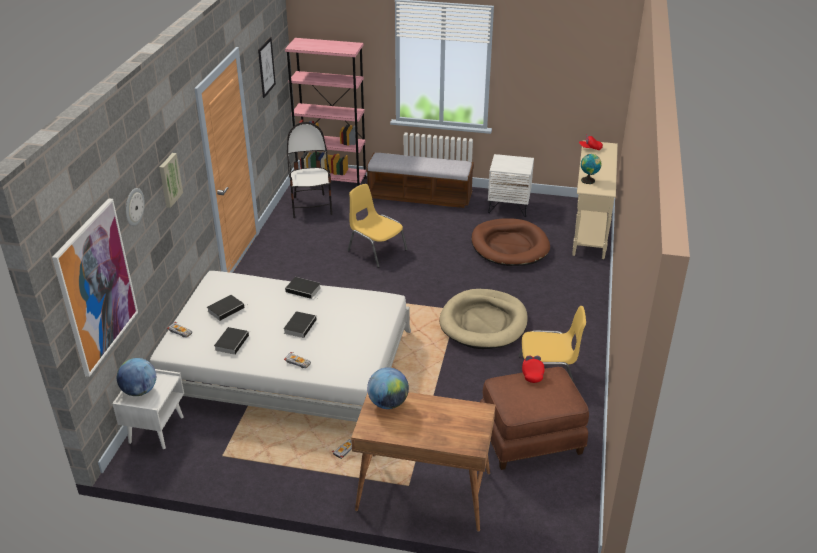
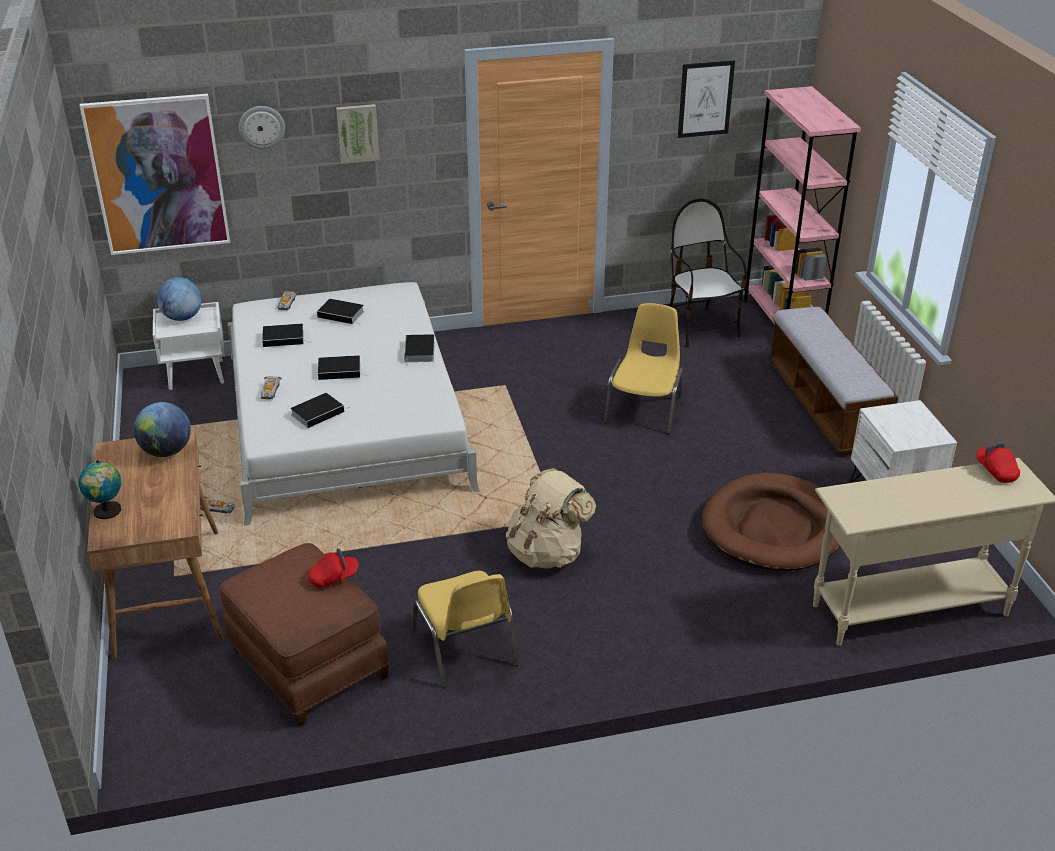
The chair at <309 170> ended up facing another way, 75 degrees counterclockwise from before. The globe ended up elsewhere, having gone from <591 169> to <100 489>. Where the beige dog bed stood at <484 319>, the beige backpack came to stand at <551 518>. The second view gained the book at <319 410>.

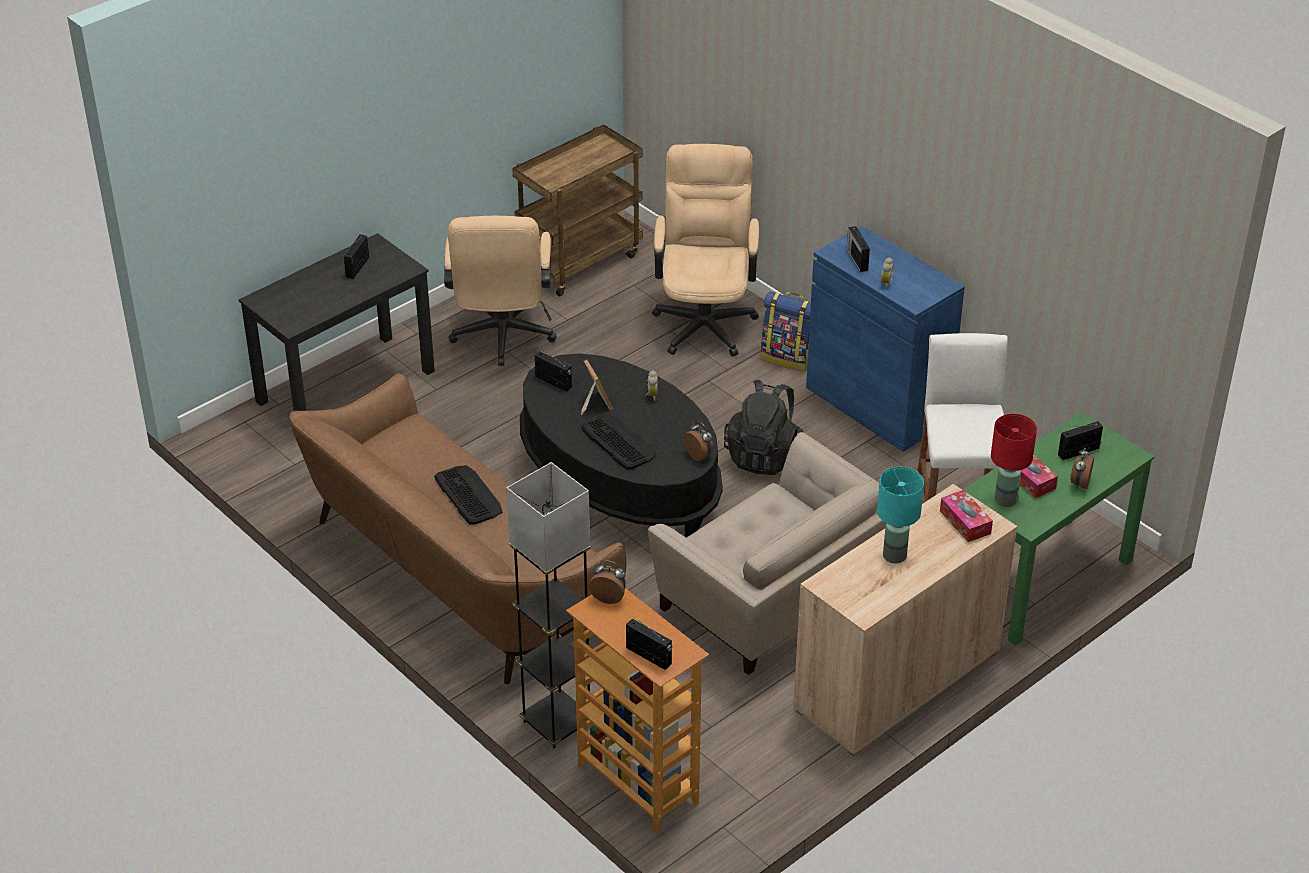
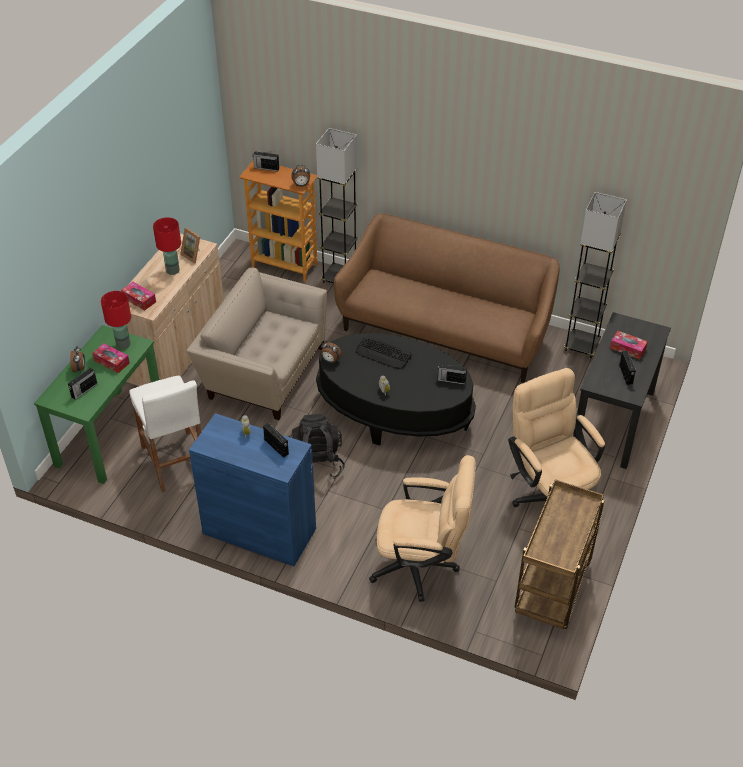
The beige office chair at <705 250> ended up facing another way, 60 degrees counterclockwise from before. The second view lost the backpack at <786 331>. The picture frame ended up elsewhere, having gone from <597 387> to <190 246>. The second view lost the keyboard at <468 495>. What was the turquoise table lamp at <900 515> turned into the red table lamp at <167 246>. The second view gained the grey floor lamp at <595 275>. The second view gained the tissue box at <629 345>.

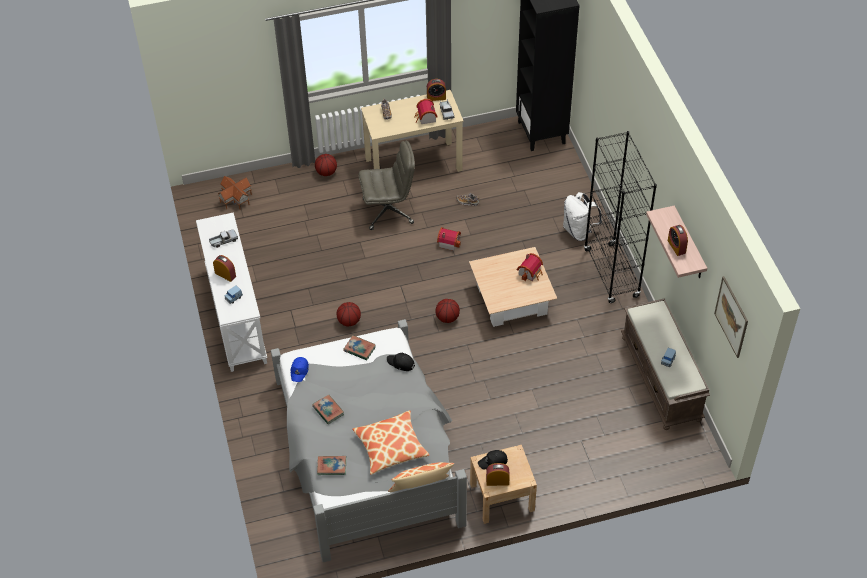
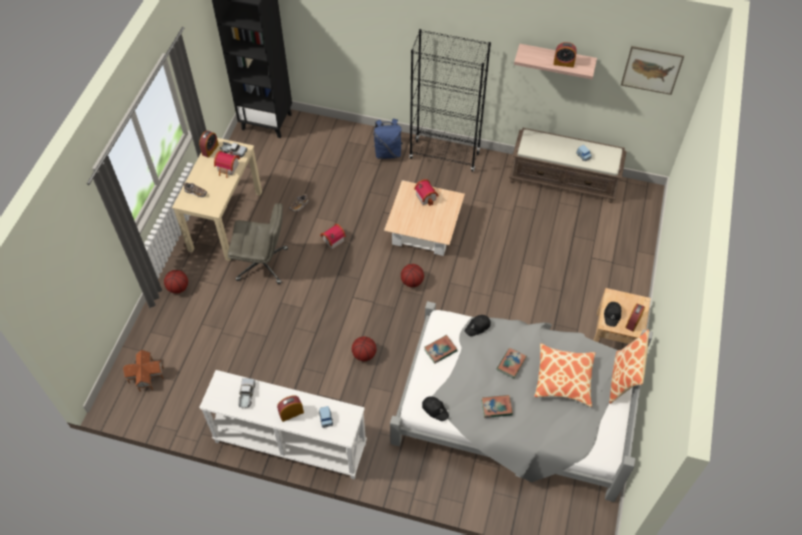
The grey office chair at <386 185> ended up facing another way, 75 degrees clockwise from before. What was the white backpack at <582 216> turned into the blue backpack at <387 138>. What was the blue cap at <299 369> turned into the black cap at <435 408>. The book ended up elsewhere, having gone from <331 465> to <512 363>.

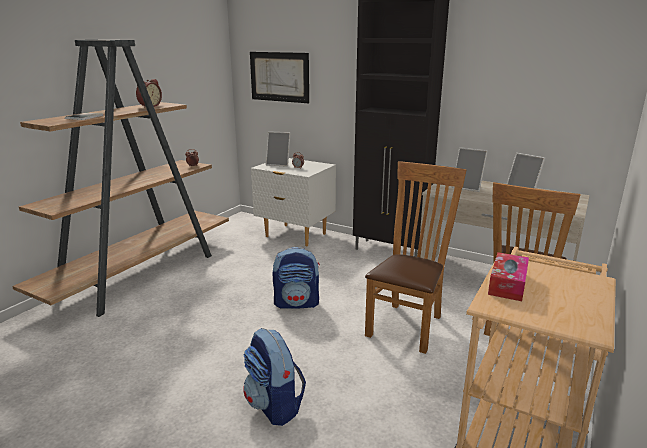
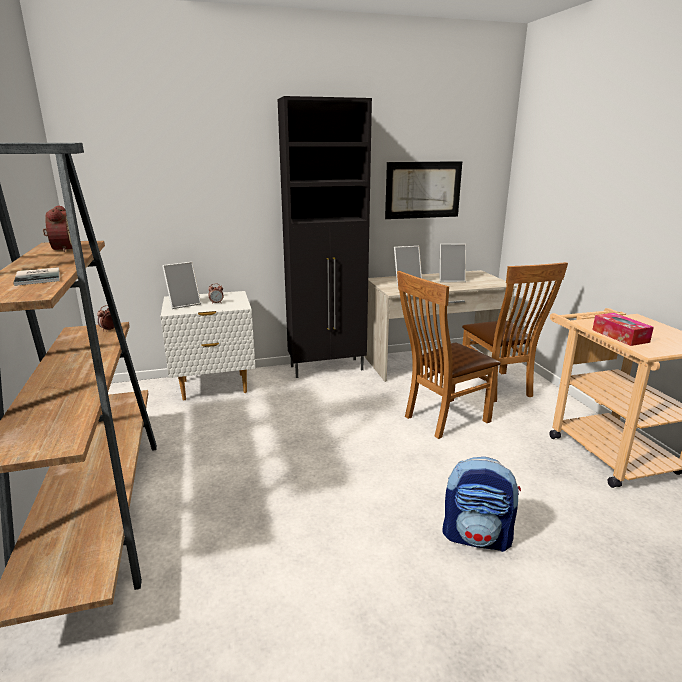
The picture ended up elsewhere, having gone from <279 77> to <423 190>. The brown chair at <416 257> ended up facing another way, 105 degrees counterclockwise from before. The second view lost the backpack at <296 278>.

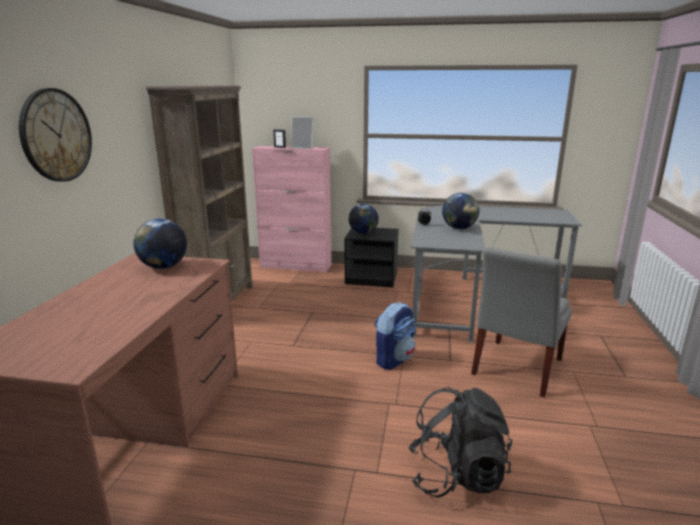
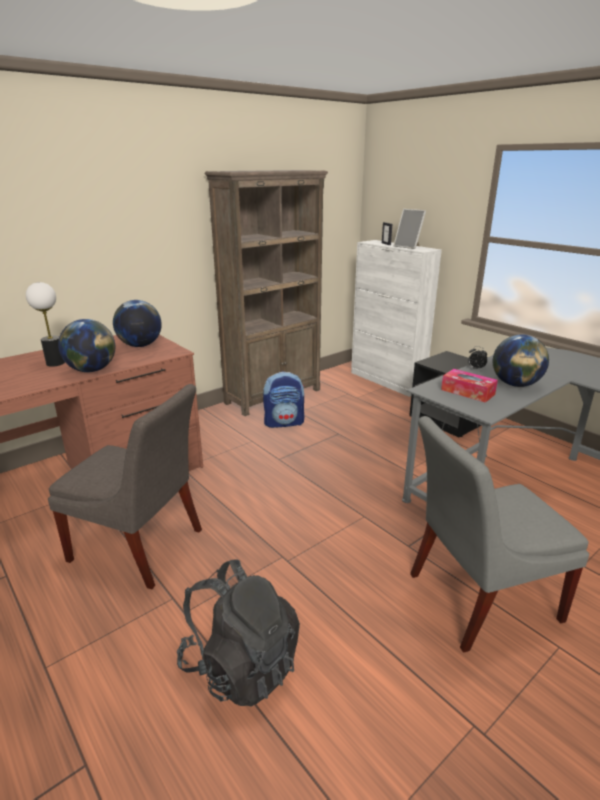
The second view lost the wall clock at <55 135>. What was the pink cabinet at <292 209> turned into the white cabinet at <396 318>. The globe ended up elsewhere, having gone from <364 219> to <86 345>. The backpack ended up elsewhere, having gone from <395 336> to <283 400>. The second view gained the table lamp at <45 324>. The second view gained the tissue box at <469 386>. The second view gained the grey chair at <125 486>.

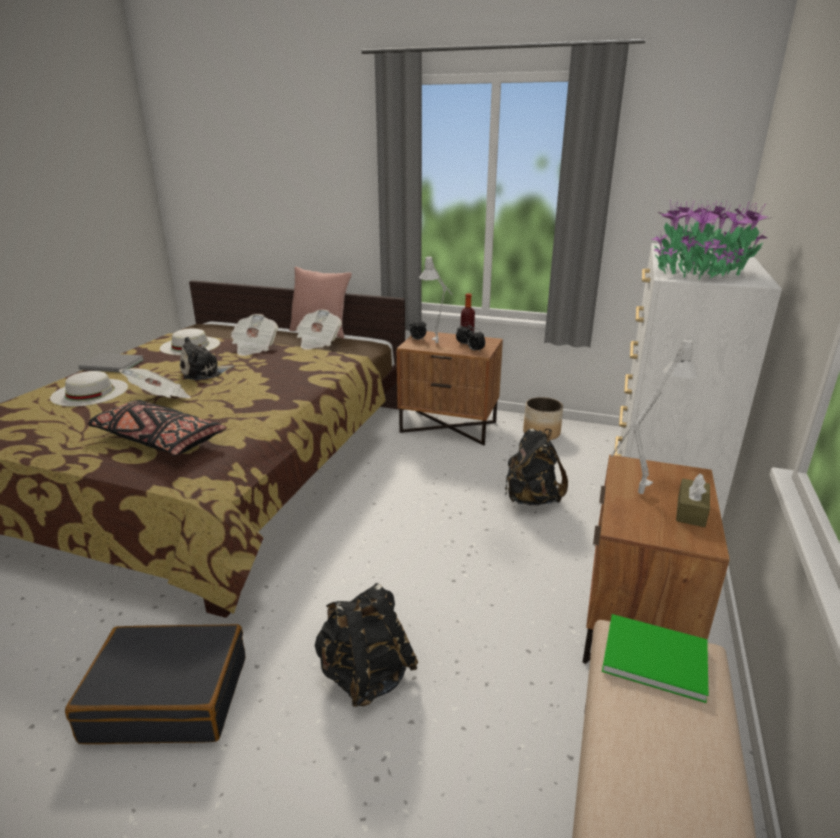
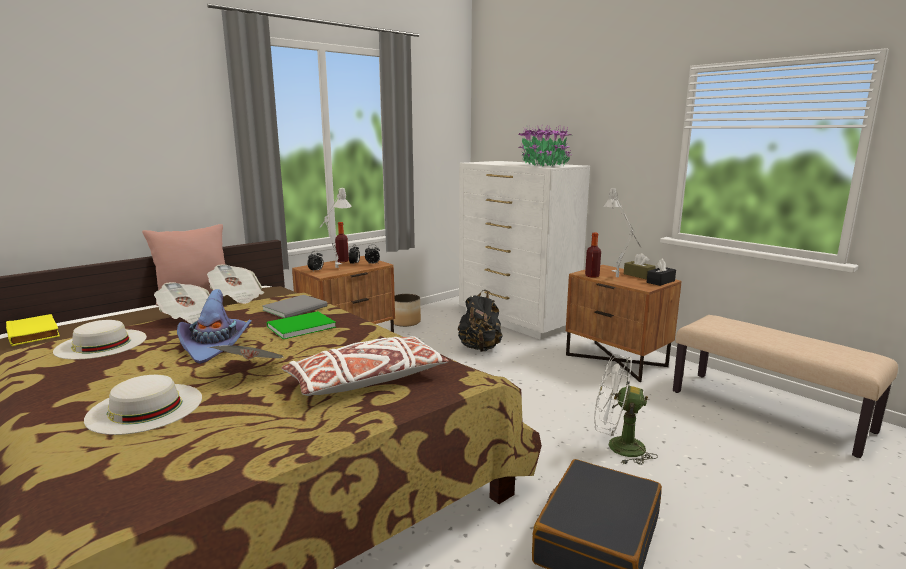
Where the plush toy stood at <207 358>, the purple hat came to stand at <214 326>. The grey book ended up elsewhere, having gone from <111 362> to <295 306>. What was the black pillow at <157 428> turned into the white pillow at <365 366>. Where the black backpack stood at <366 645>, the white fan came to stand at <626 409>. The green book ended up elsewhere, having gone from <655 658> to <301 325>. The second view gained the bottle at <593 255>. The second view gained the black tissue box at <661 272>. The second view gained the yellow book at <33 330>.

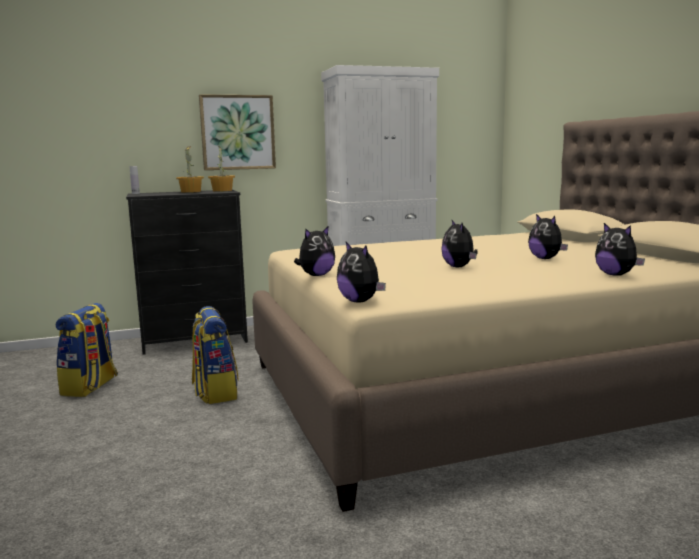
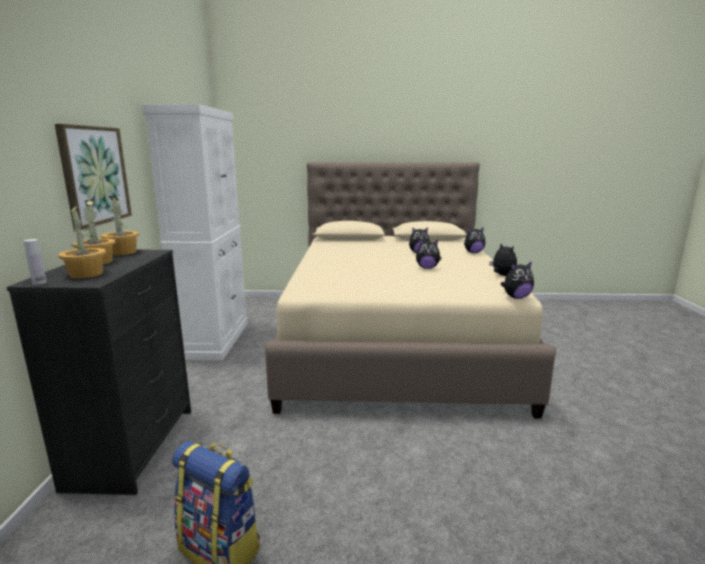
The plush toy ended up elsewhere, having gone from <314 251> to <503 259>. The second view lost the backpack at <215 355>. The second view gained the potted plant at <82 242>.

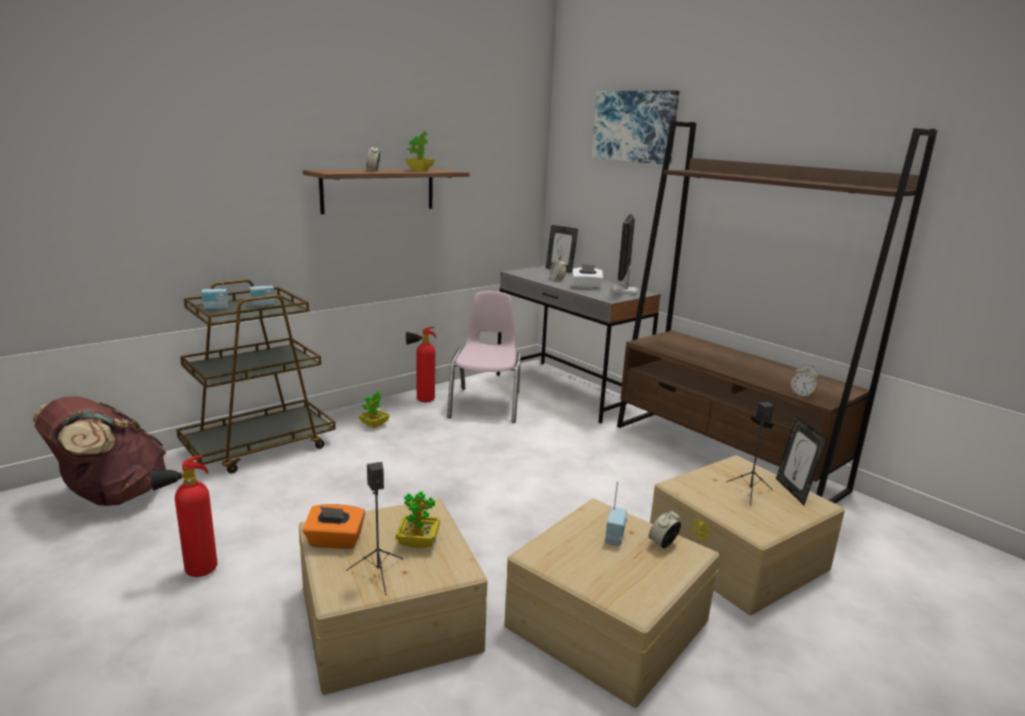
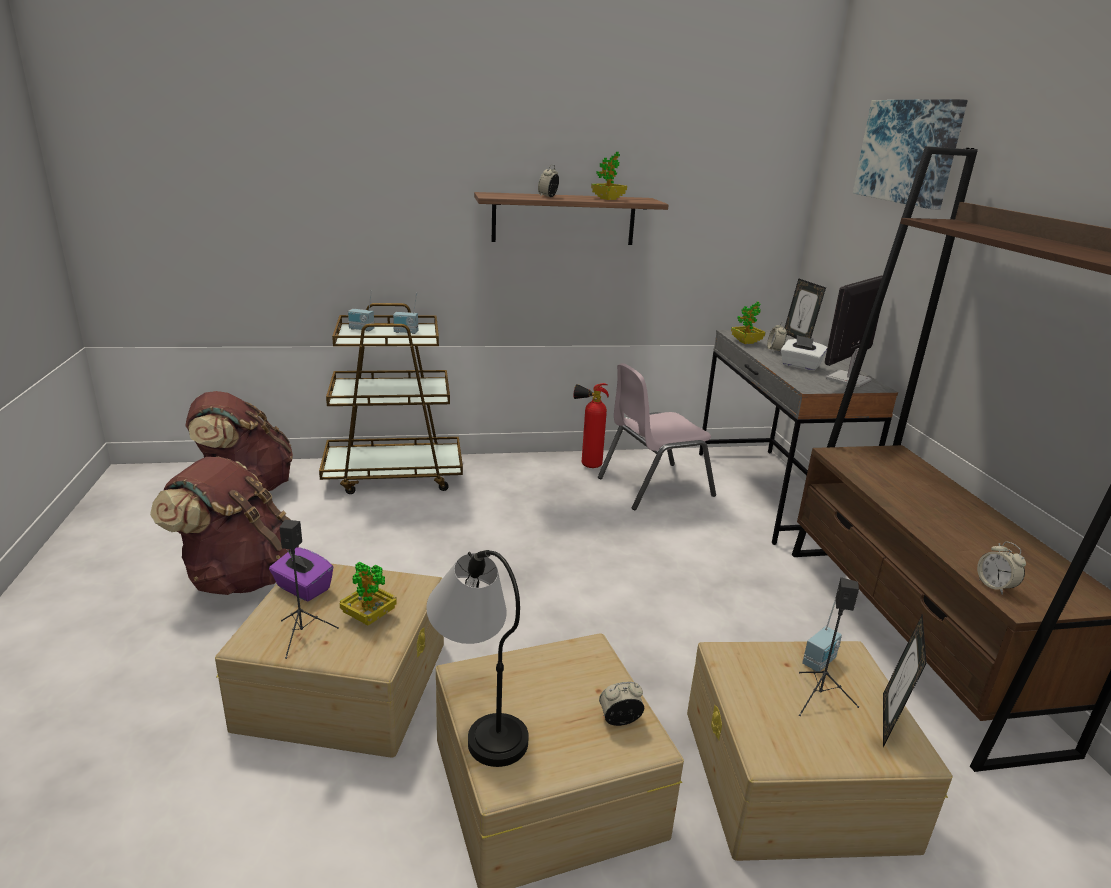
The pink chair at <484 357> ended up facing another way, 150 degrees counterclockwise from before. The potted plant ended up elsewhere, having gone from <374 409> to <748 323>. Where the fire extinguisher stood at <184 516>, the brown backpack came to stand at <224 526>. The radio ended up elsewhere, having gone from <616 513> to <822 635>. What was the orange tissue box at <334 526> turned into the purple tissue box at <301 574>. The second view gained the table lamp at <477 658>.

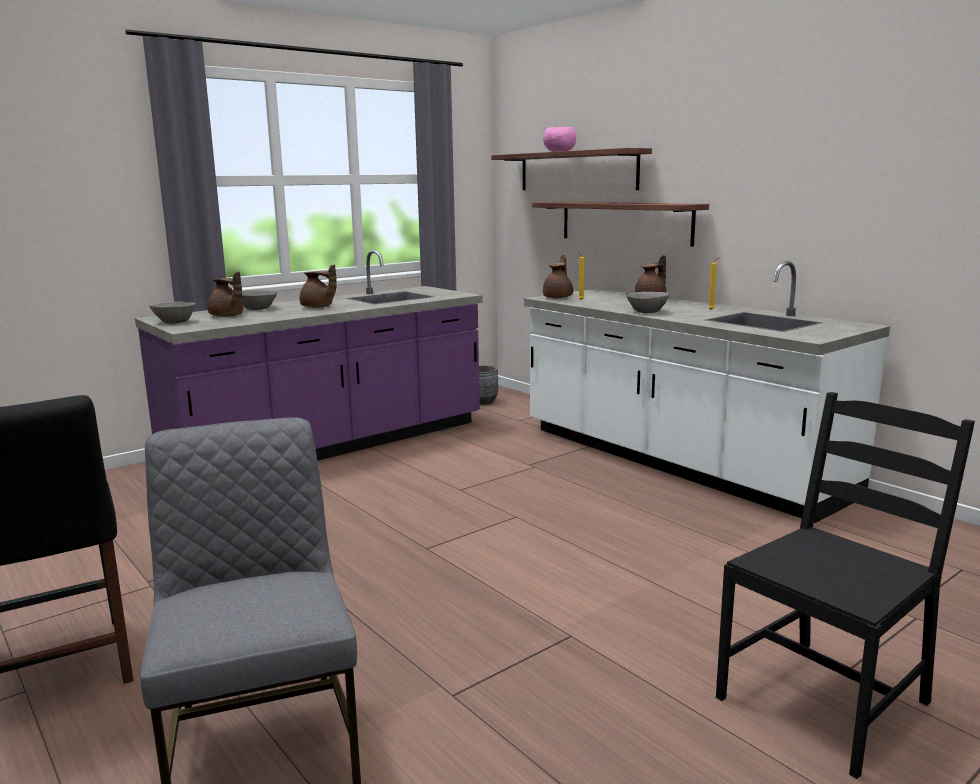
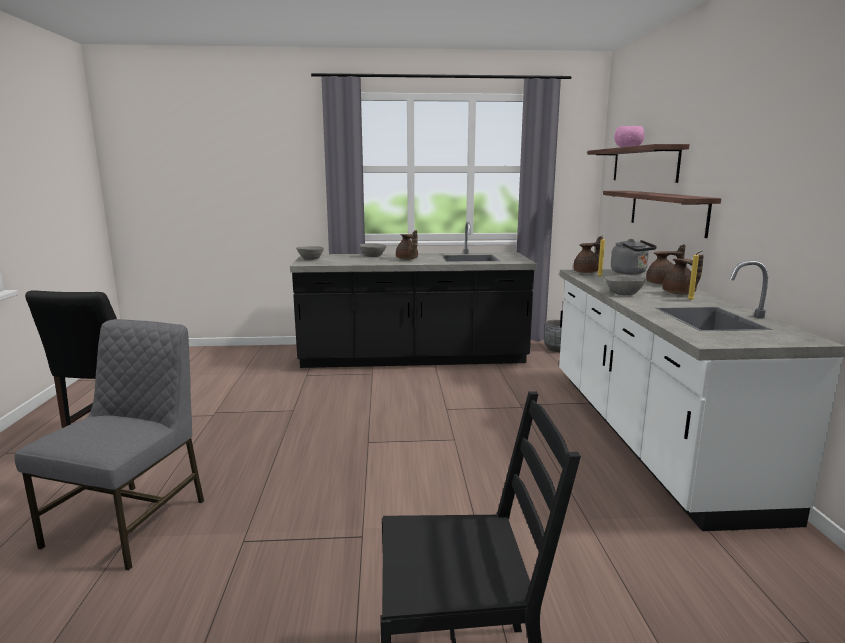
What was the purple counter at <309 355> turned into the black counter at <413 295>. The brown teapot ended up elsewhere, having gone from <225 294> to <683 274>. The second view gained the grey kettle at <634 256>.

